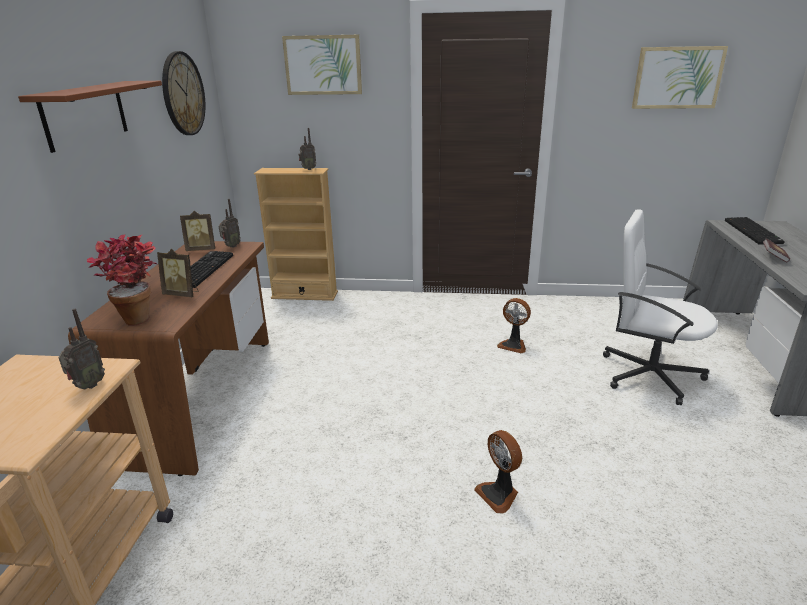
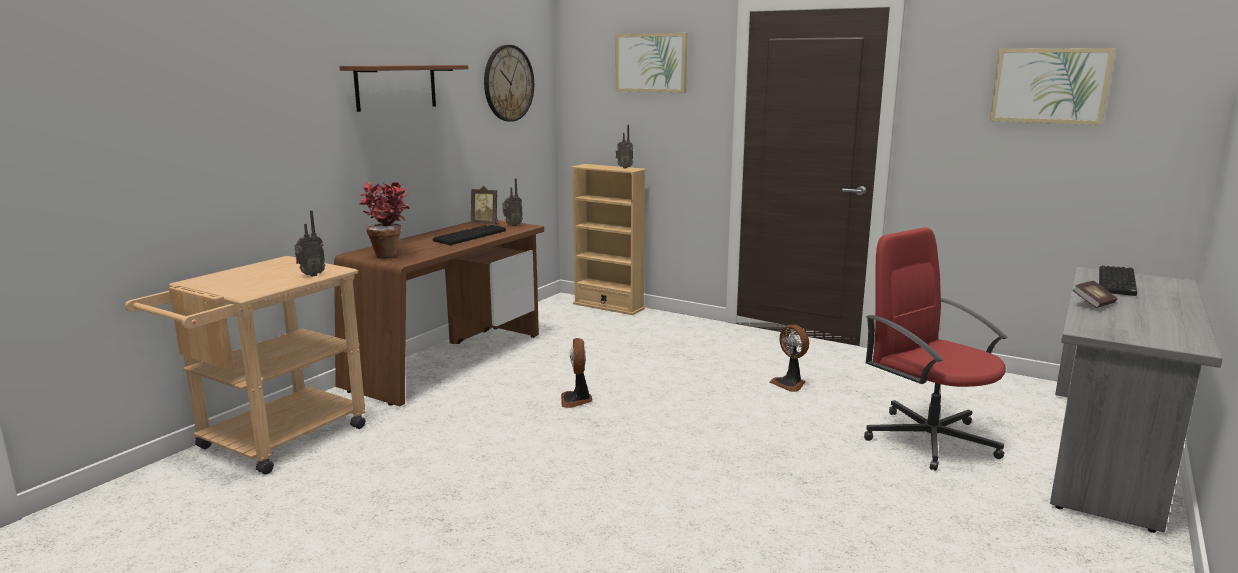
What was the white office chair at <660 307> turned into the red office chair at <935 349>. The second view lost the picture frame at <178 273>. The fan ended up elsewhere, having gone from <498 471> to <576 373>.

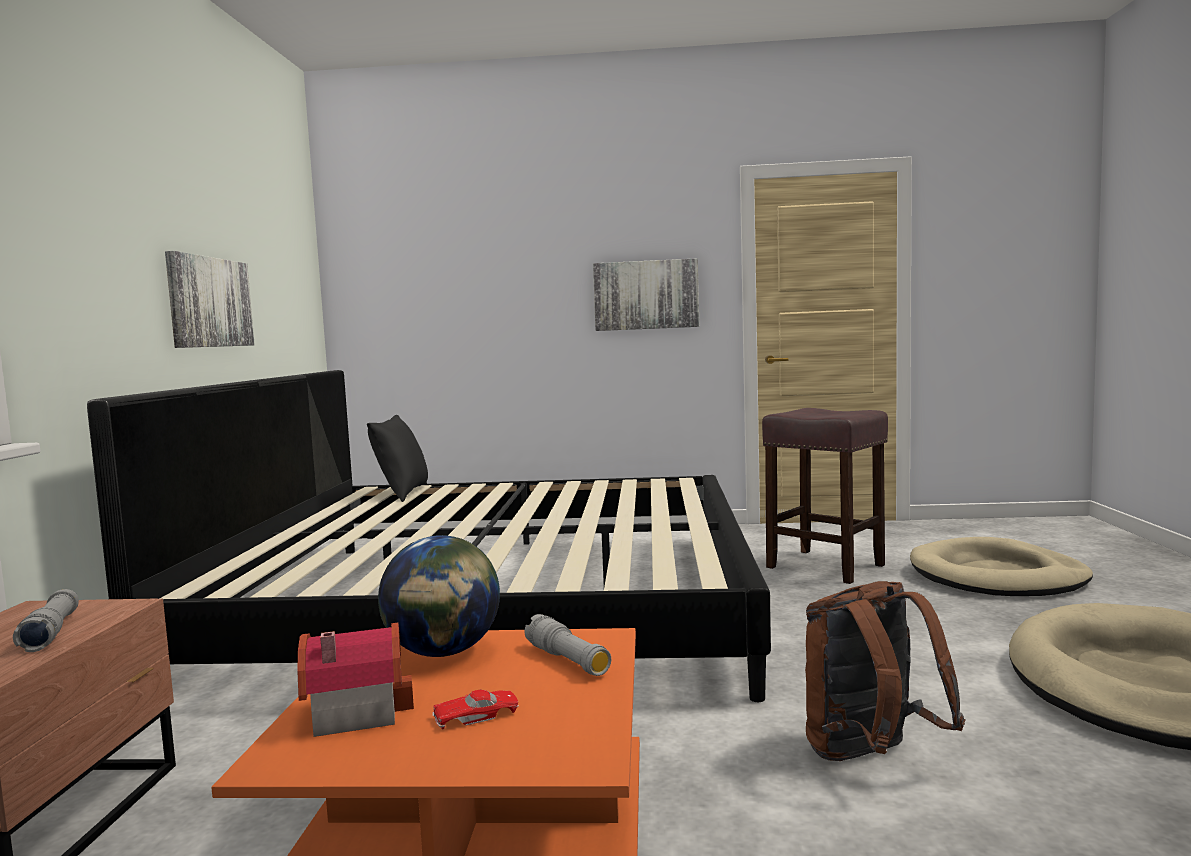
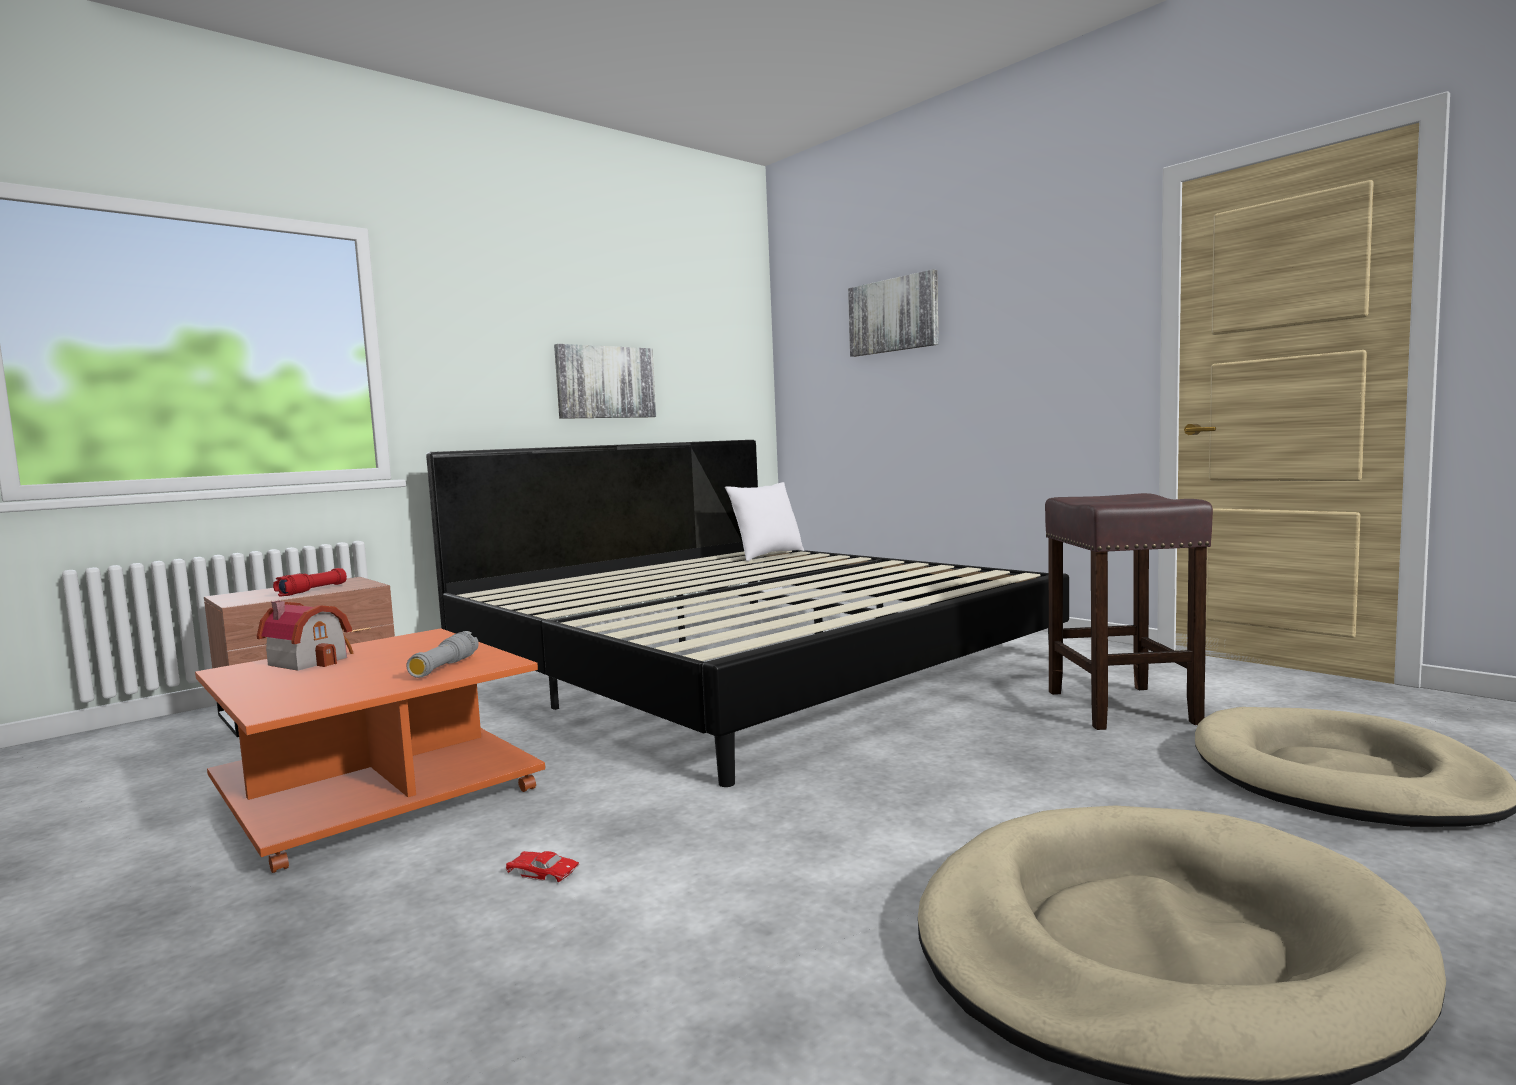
The picture ended up elsewhere, having gone from <646 294> to <893 313>. What was the black pillow at <397 458> turned into the white pillow at <764 521>. The second view lost the globe at <439 596>. The second view lost the brown backpack at <885 671>. What was the grey flashlight at <46 620> turned into the red flashlight at <310 582>. The red toy car ended up elsewhere, having gone from <475 709> to <543 866>.

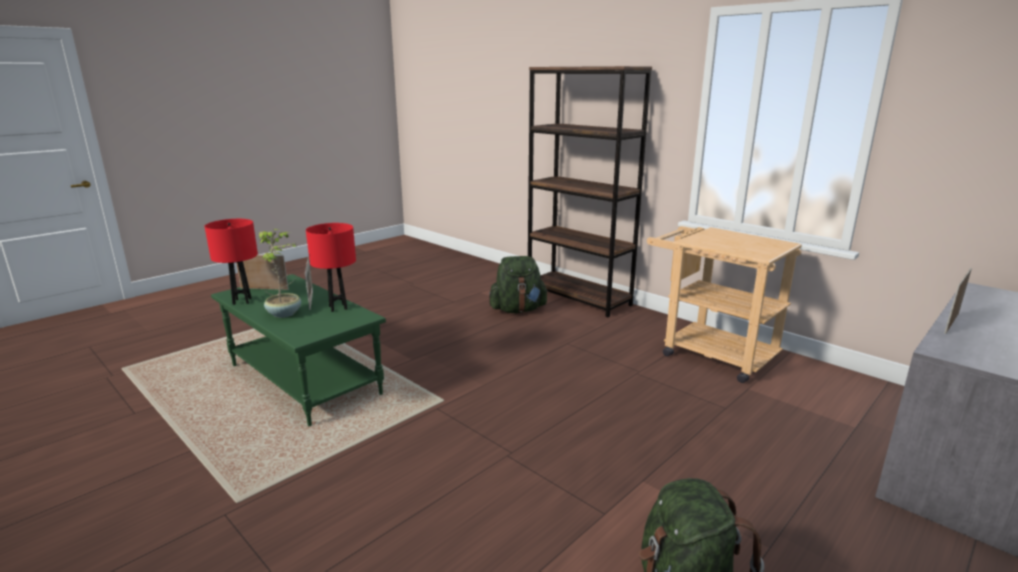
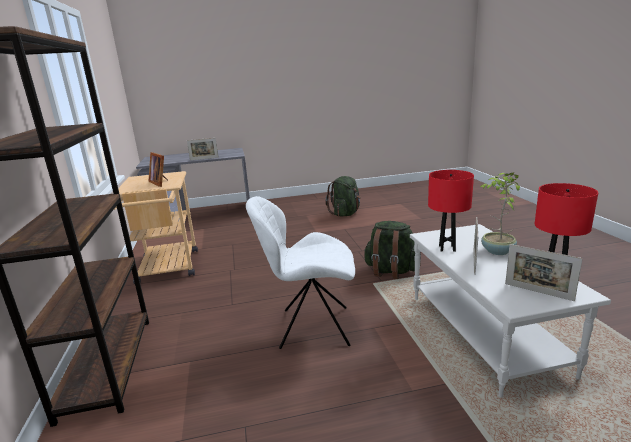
The green backpack ended up elsewhere, having gone from <518 284> to <392 250>. What was the green coffee table at <298 350> turned into the white coffee table at <510 310>. The second view gained the picture frame at <158 169>. The second view gained the white chair at <300 272>.

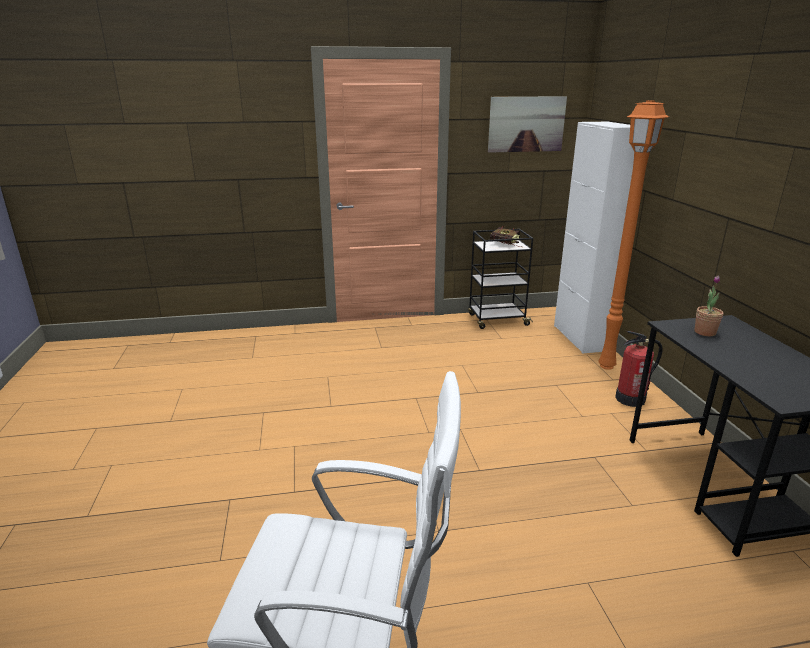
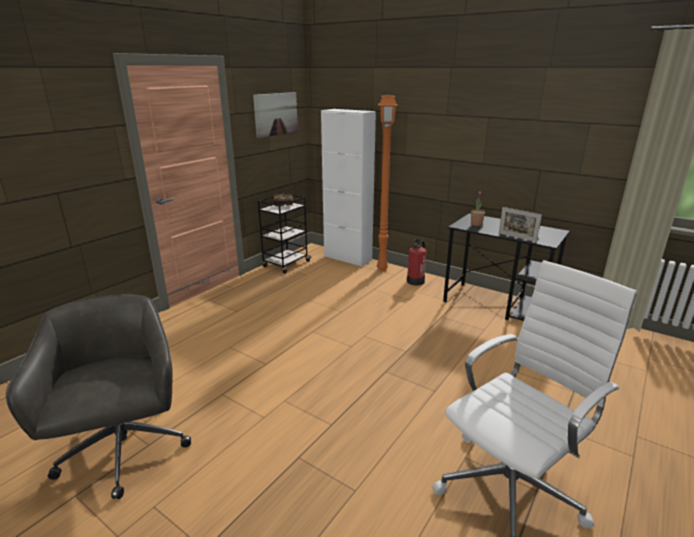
The second view gained the picture frame at <520 224>. The second view gained the grey office chair at <98 396>.

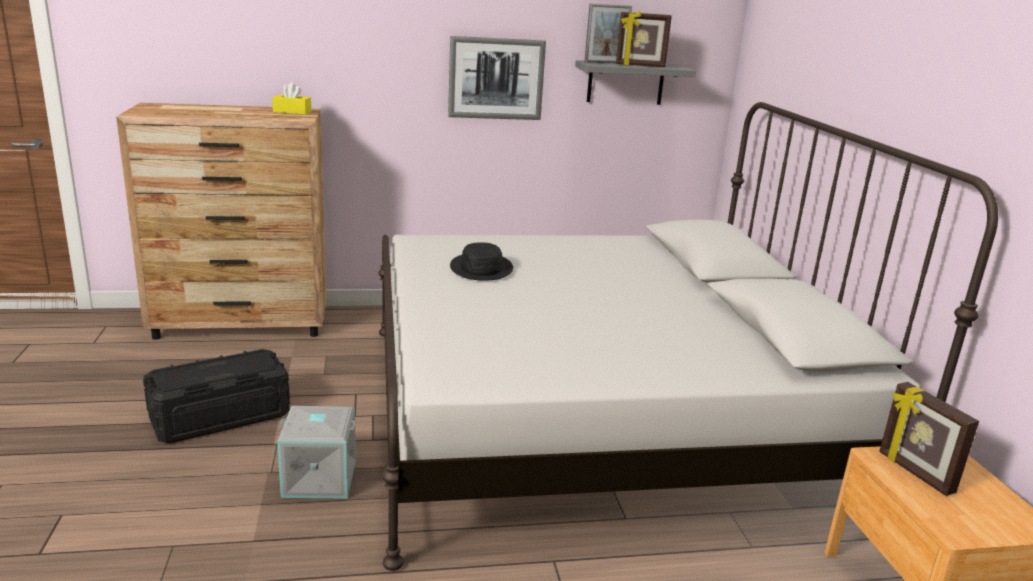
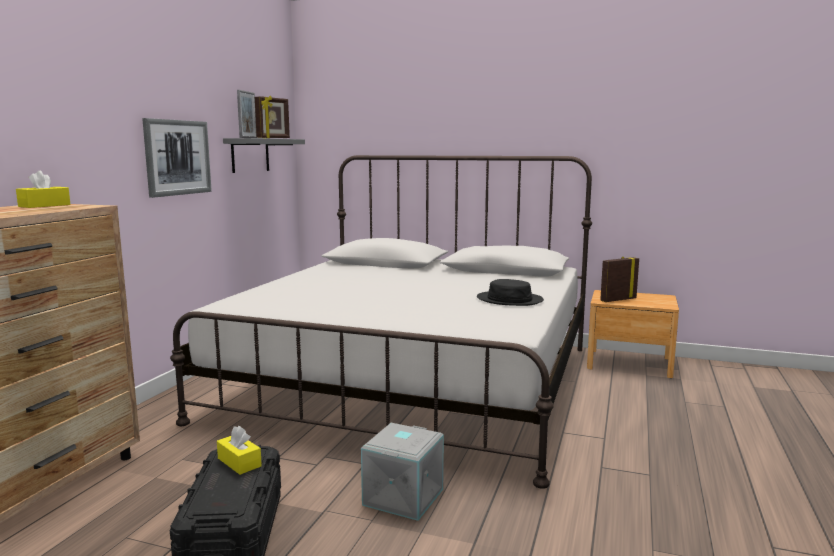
The black hat ended up elsewhere, having gone from <481 261> to <510 292>. The picture frame at <929 439> ended up facing another way, 150 degrees clockwise from before. The second view gained the yellow tissue box at <239 450>.

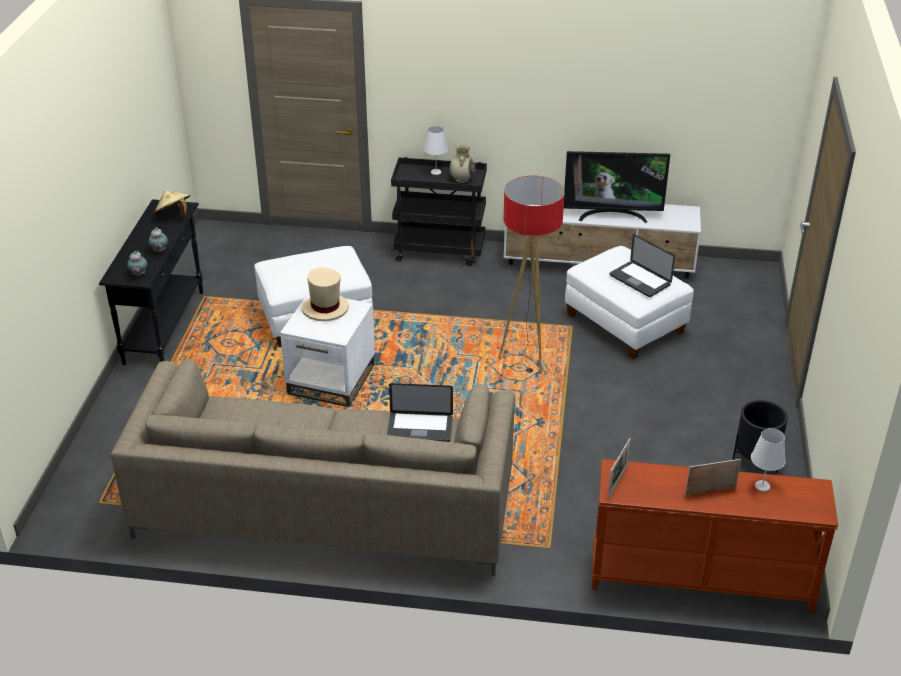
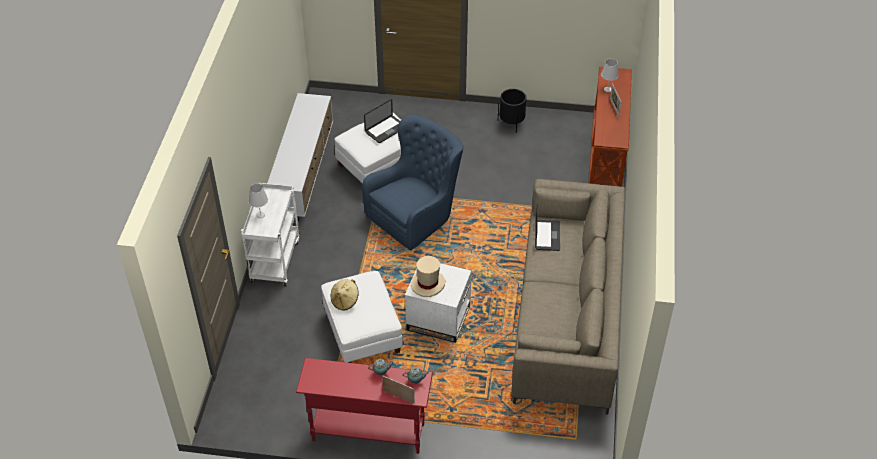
The second view lost the beige vase at <462 163>. The second view lost the television at <617 187>. What was the black cart at <439 211> turned into the white cart at <270 234>. Where the floor lamp stood at <532 275>, the blue armchair came to stand at <413 182>. The beige hat ended up elsewhere, having gone from <172 203> to <345 295>. What was the black console table at <151 282> turned into the red console table at <364 406>. The picture frame ended up elsewhere, having gone from <619 468> to <398 389>.

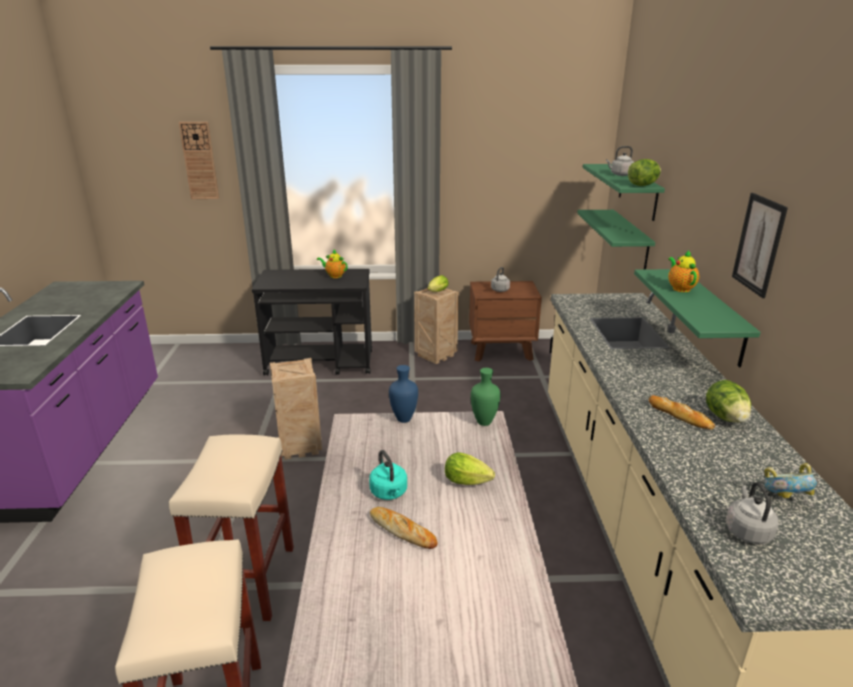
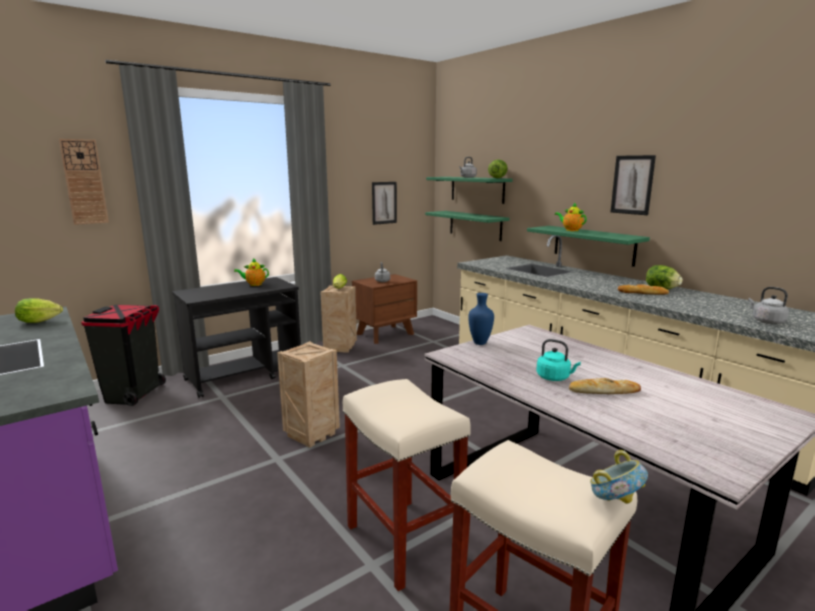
The second view lost the green vase at <485 397>. The lettuce ended up elsewhere, having gone from <470 468> to <39 310>. The bowl ended up elsewhere, having gone from <790 480> to <619 477>. The second view gained the picture at <384 203>. The second view gained the black trash can at <123 355>.

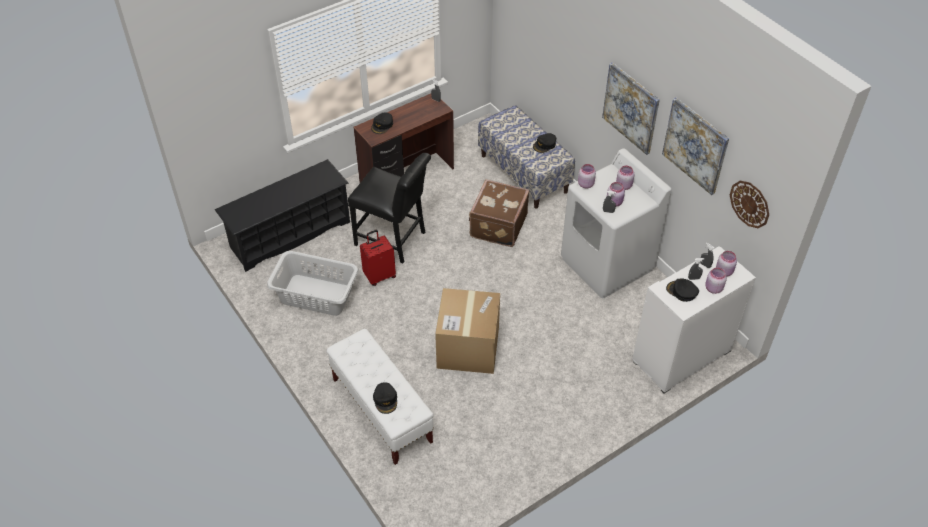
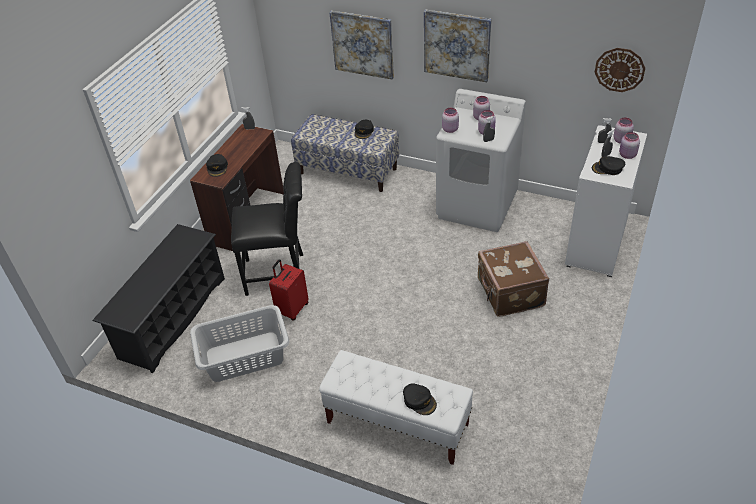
The picture ended up elsewhere, having gone from <695 146> to <361 45>. The brown suitcase ended up elsewhere, having gone from <499 213> to <513 279>. The second view lost the cardboard box at <467 331>.

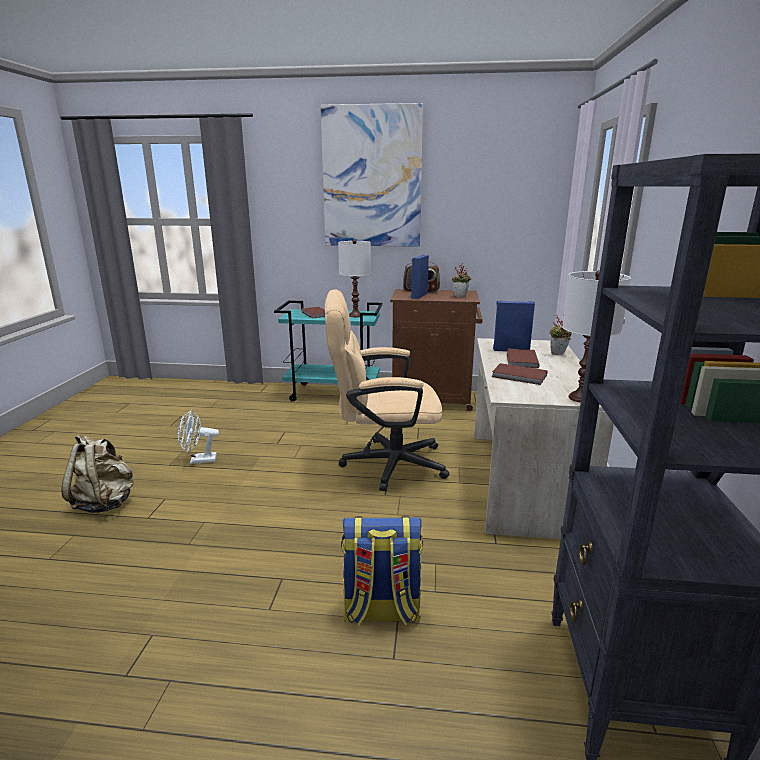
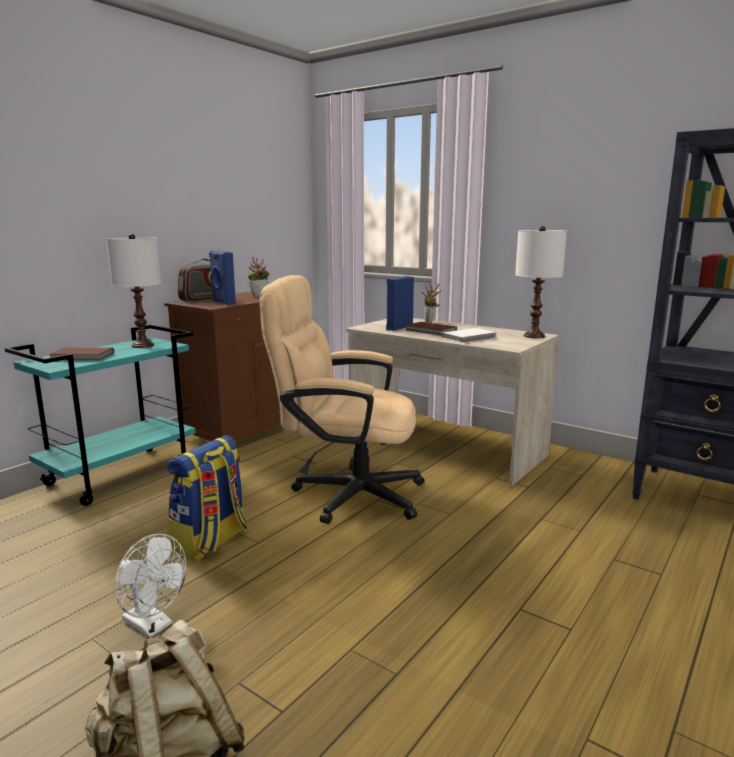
The second view lost the picture at <372 175>. The beige office chair at <387 390> ended up facing another way, 75 degrees clockwise from before. What was the brown book at <520 374> turned into the white book at <468 335>. The white fan at <198 437> ended up facing another way, 75 degrees counterclockwise from before. The backpack ended up elsewhere, having gone from <382 571> to <207 498>.

